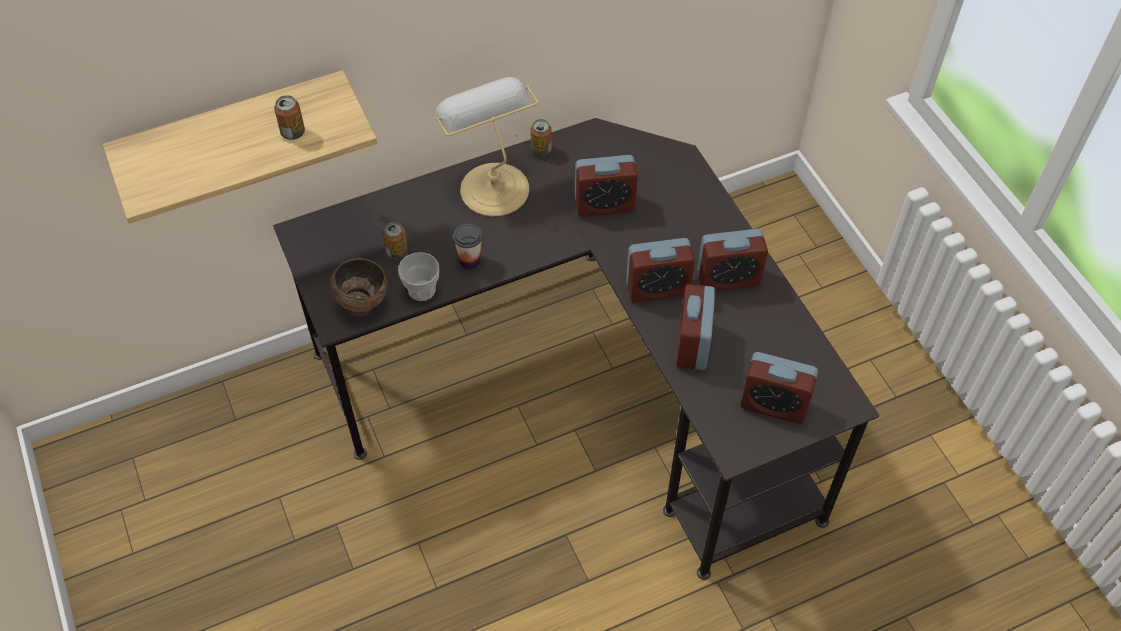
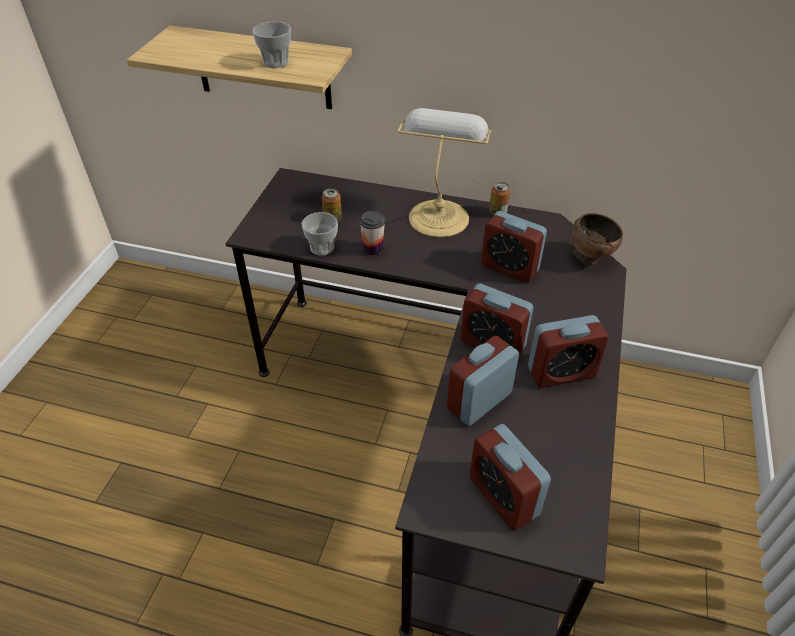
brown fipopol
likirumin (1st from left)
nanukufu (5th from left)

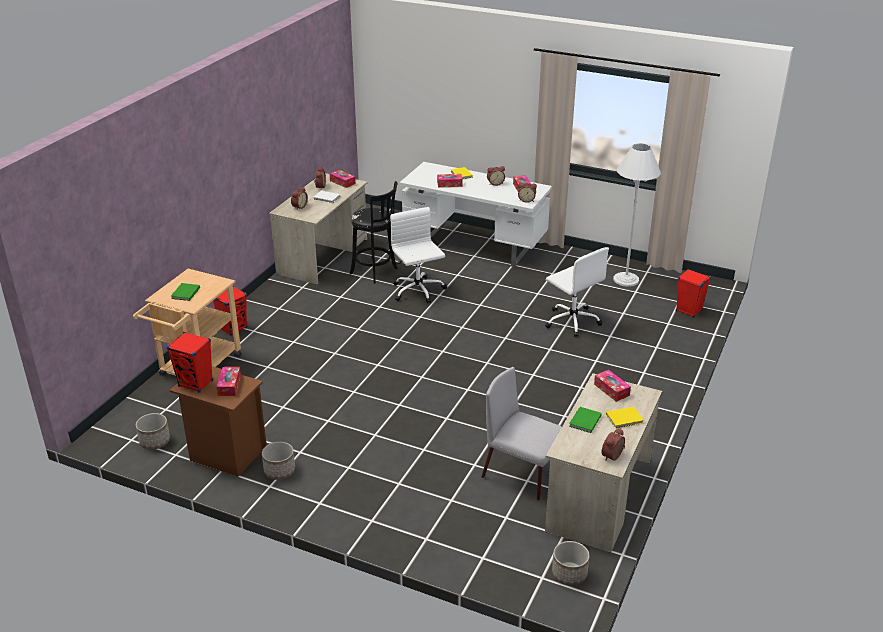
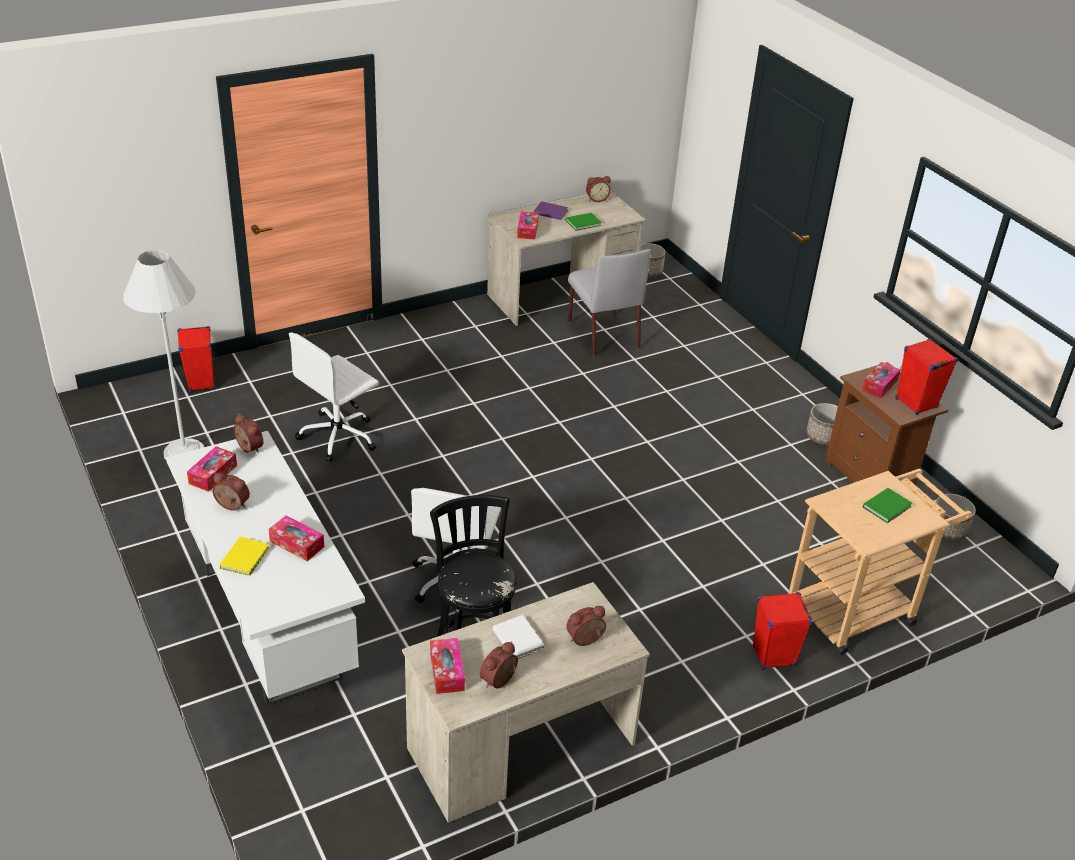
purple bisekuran
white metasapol (1st from left)

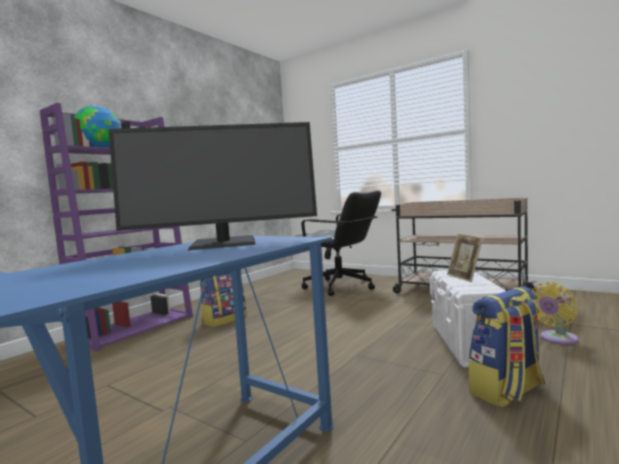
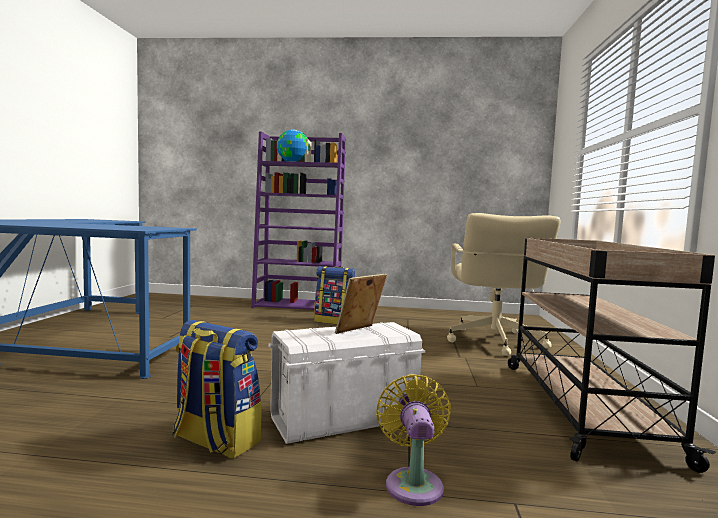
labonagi
beige metasapol
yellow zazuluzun

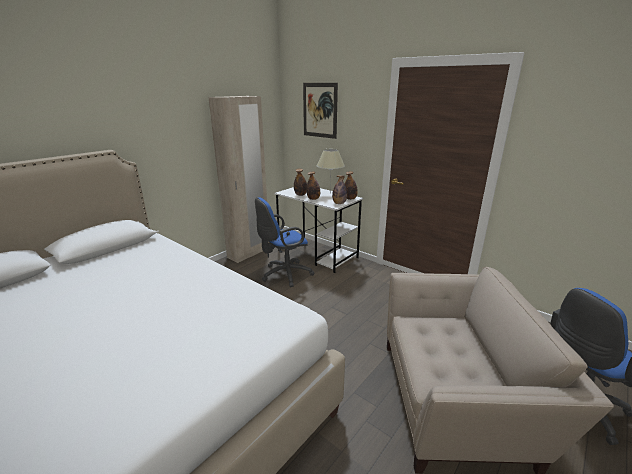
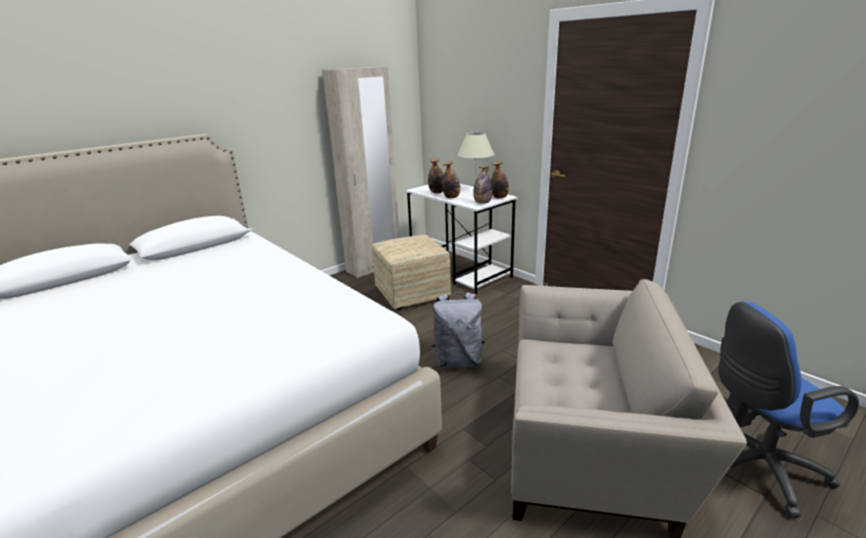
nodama
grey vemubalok
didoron

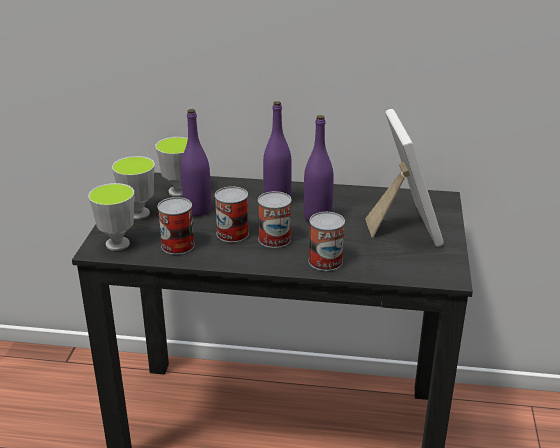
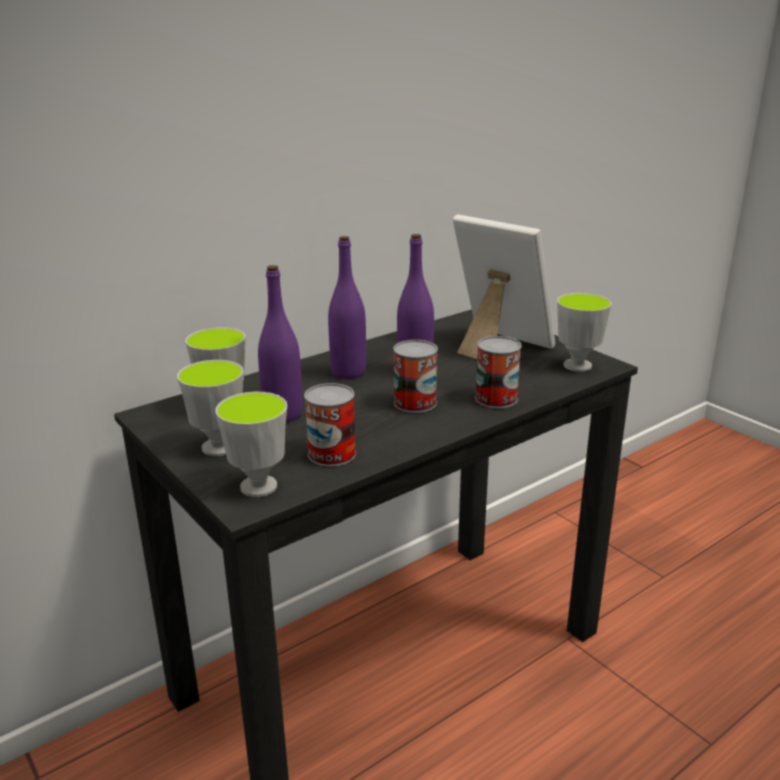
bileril (2nd from left in the first image)
likirumin (4th from left)

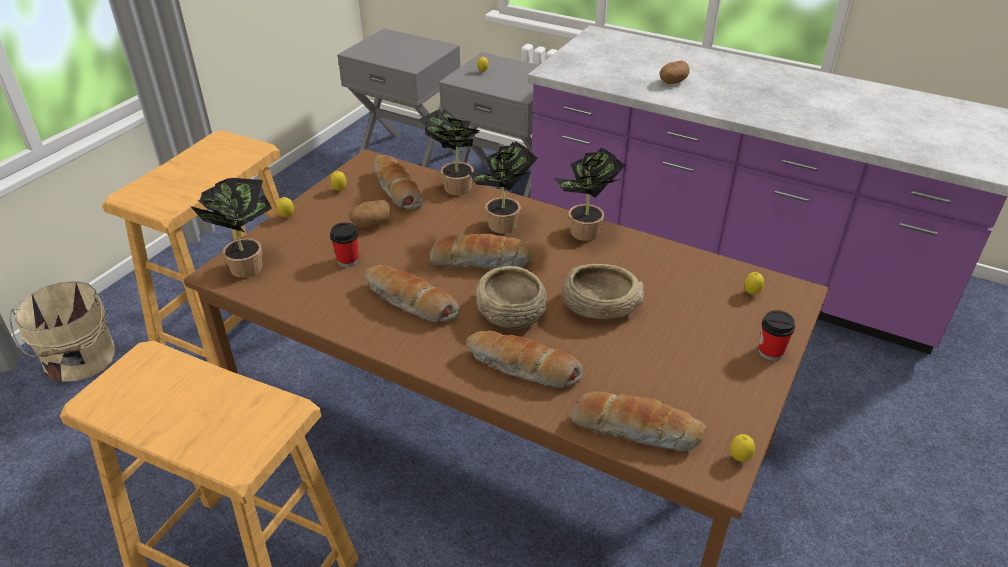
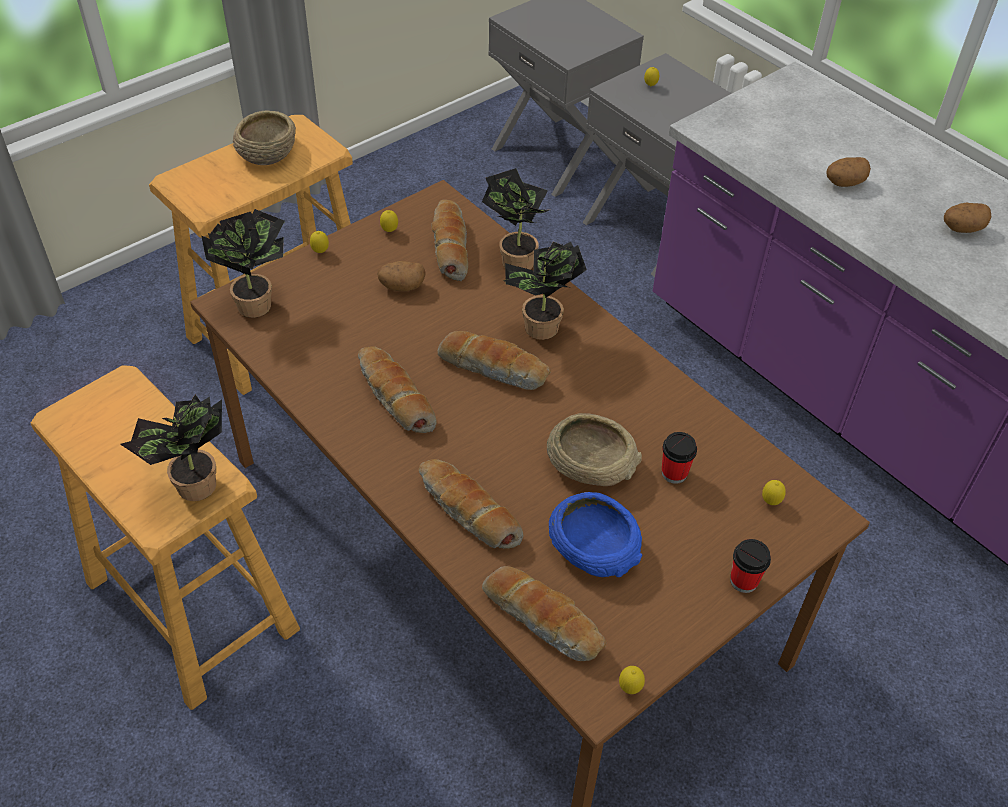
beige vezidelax
blue fipopol
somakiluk (3rd from left)
likirumin (1st from left)
beige fipopol (1st from left)
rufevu (1st from left)

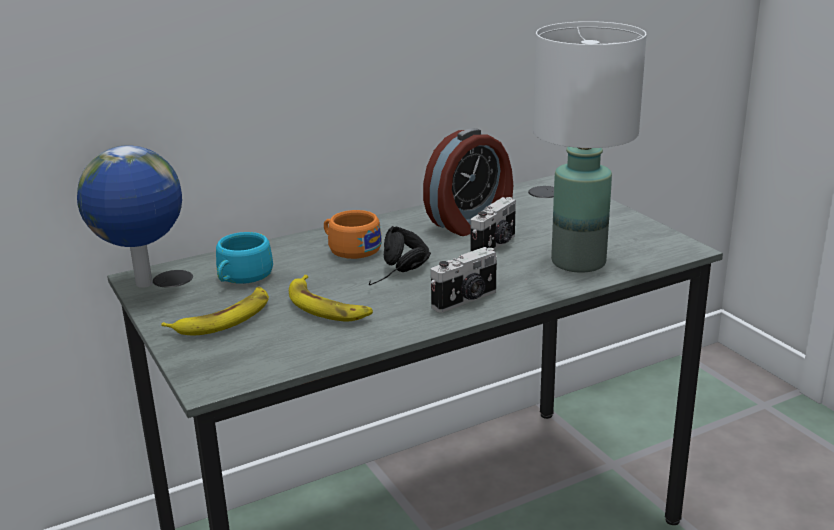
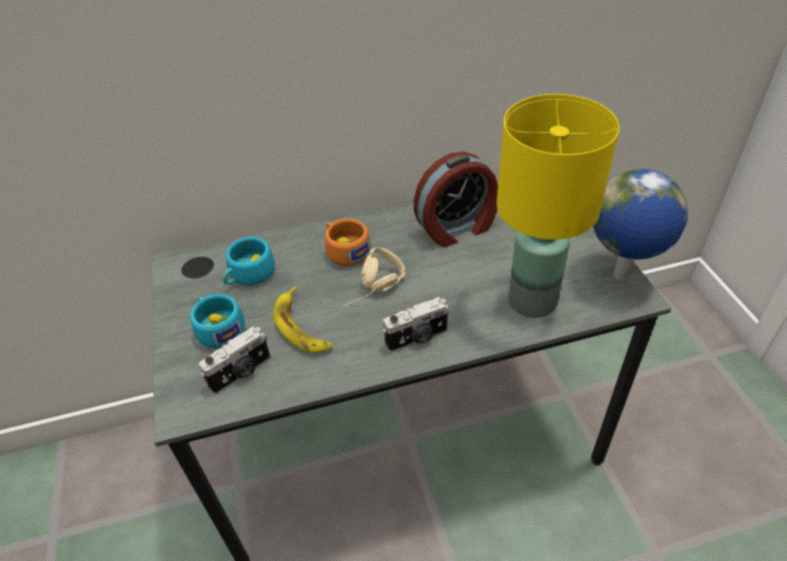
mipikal
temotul (1st from left)
turquoise likirumin (1st from left)
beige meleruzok
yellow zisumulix

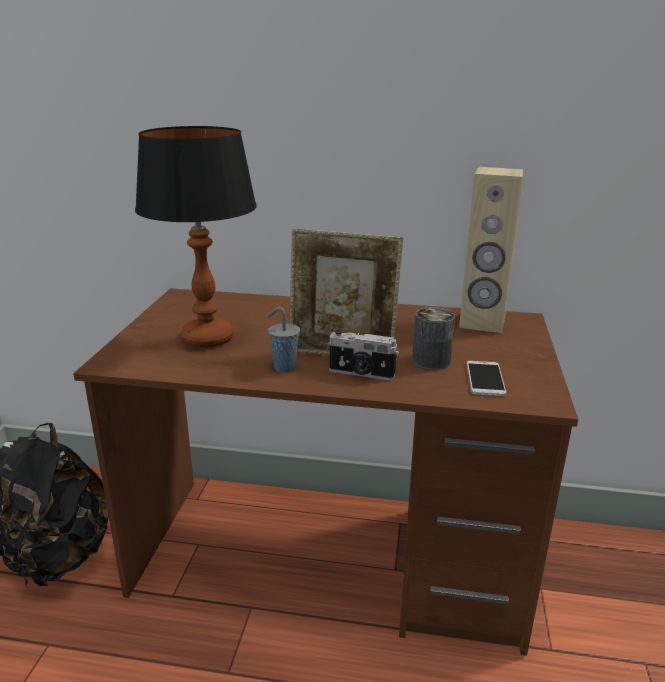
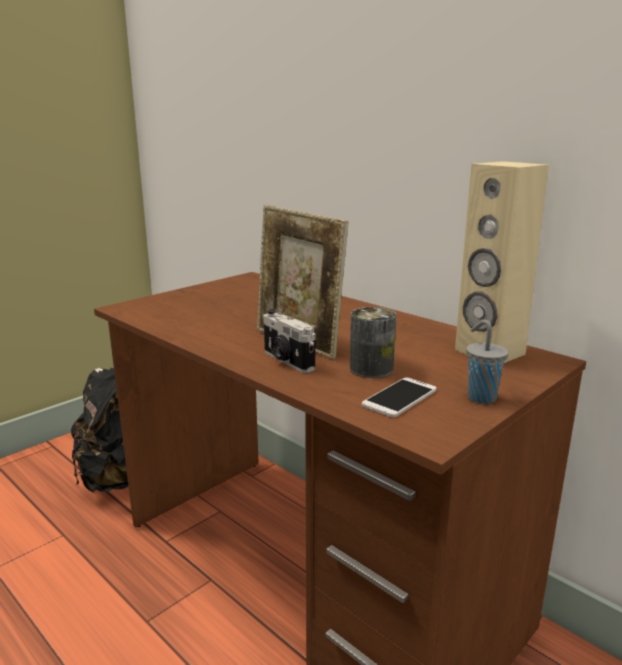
zisumulix
grey likirumin

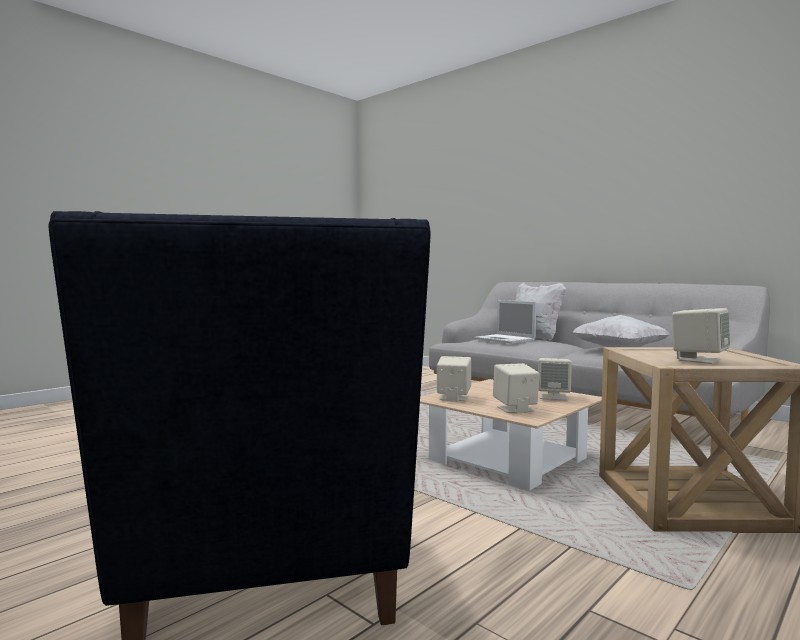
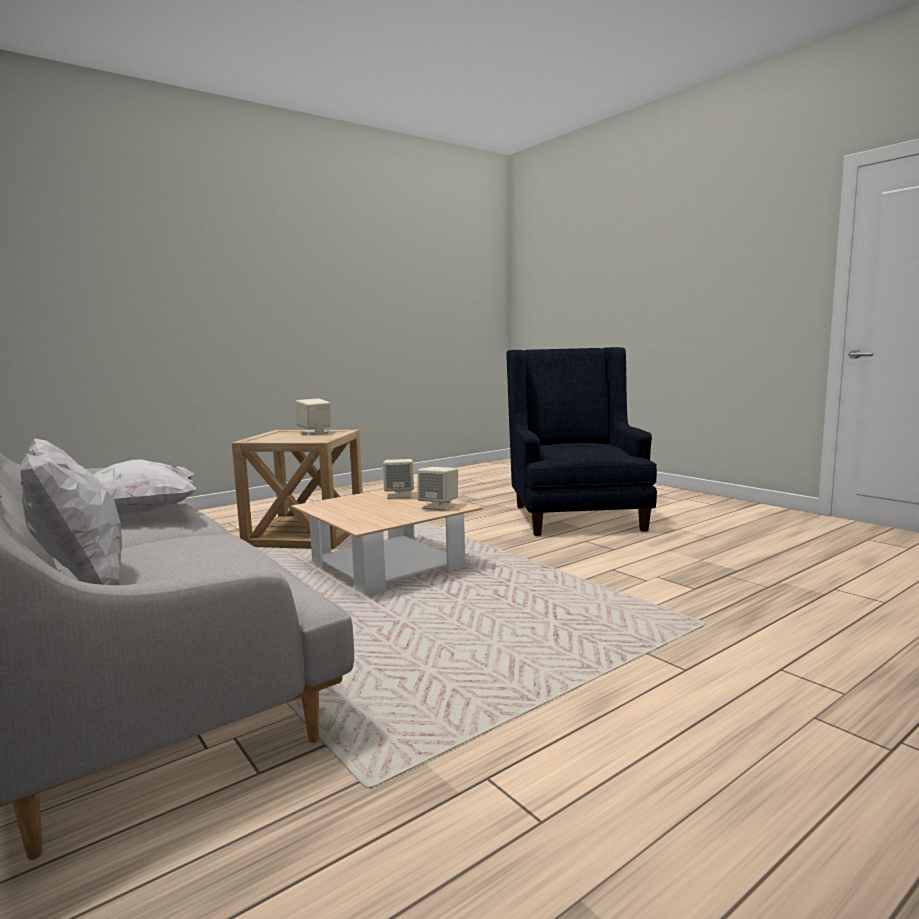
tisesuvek
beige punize (3rd from left in the first image)

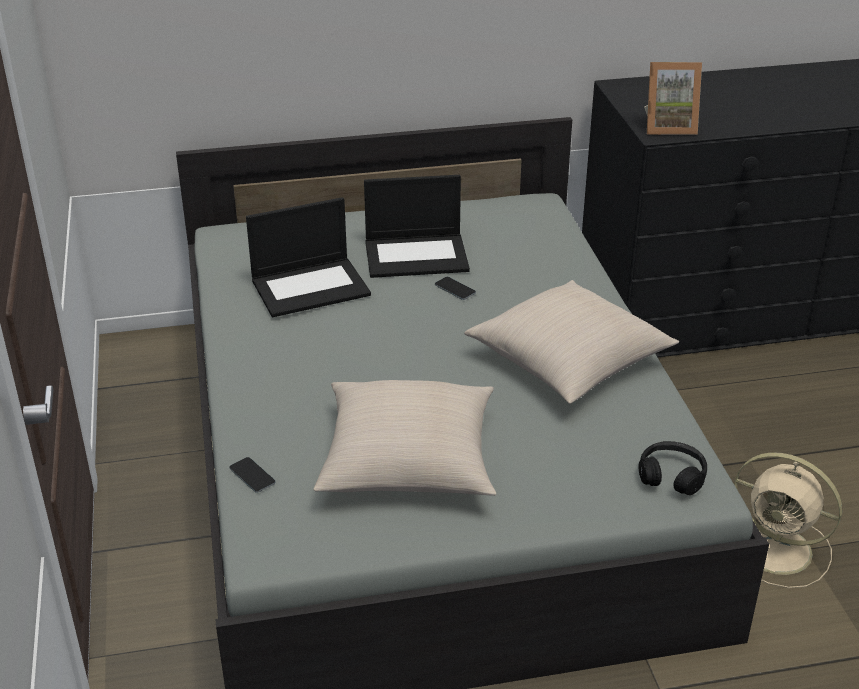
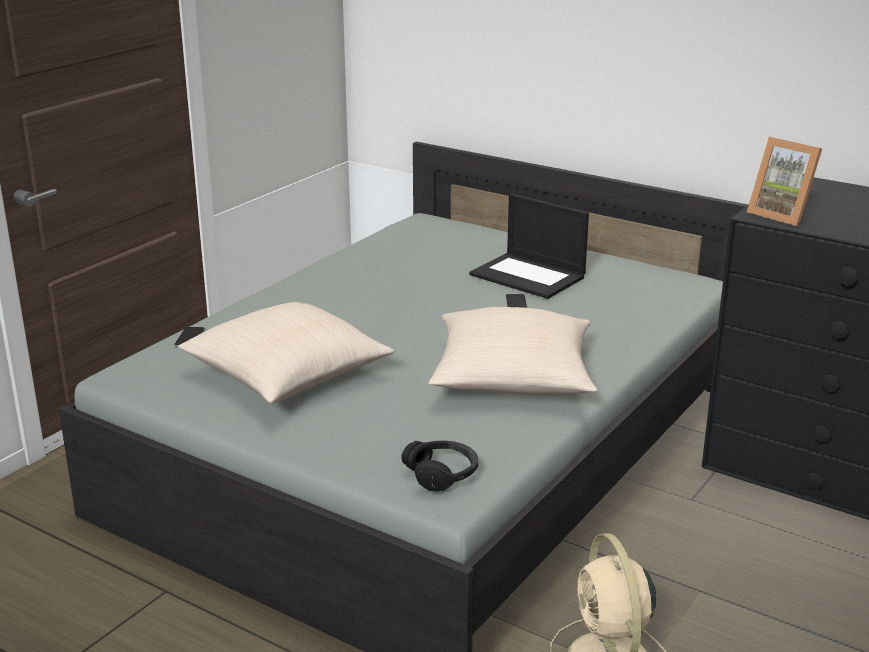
tisesuvek (1st from left in the first image)

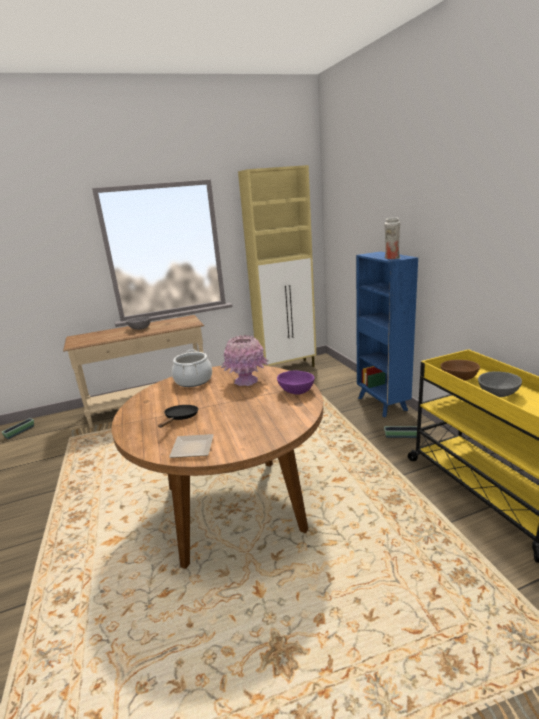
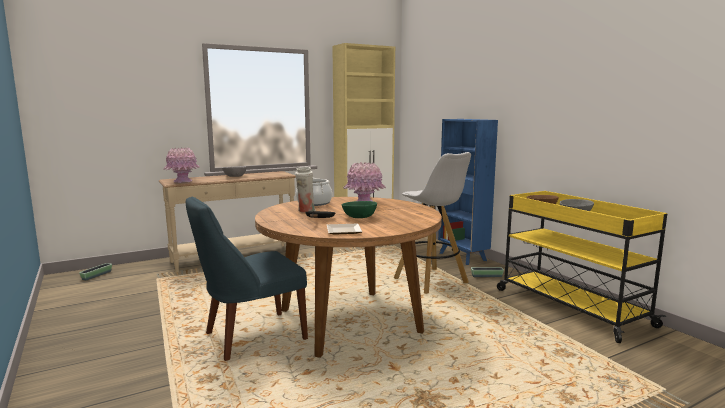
purple fipopol
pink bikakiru (1st from left)
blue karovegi
green fipopol
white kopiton
white bikakiru

